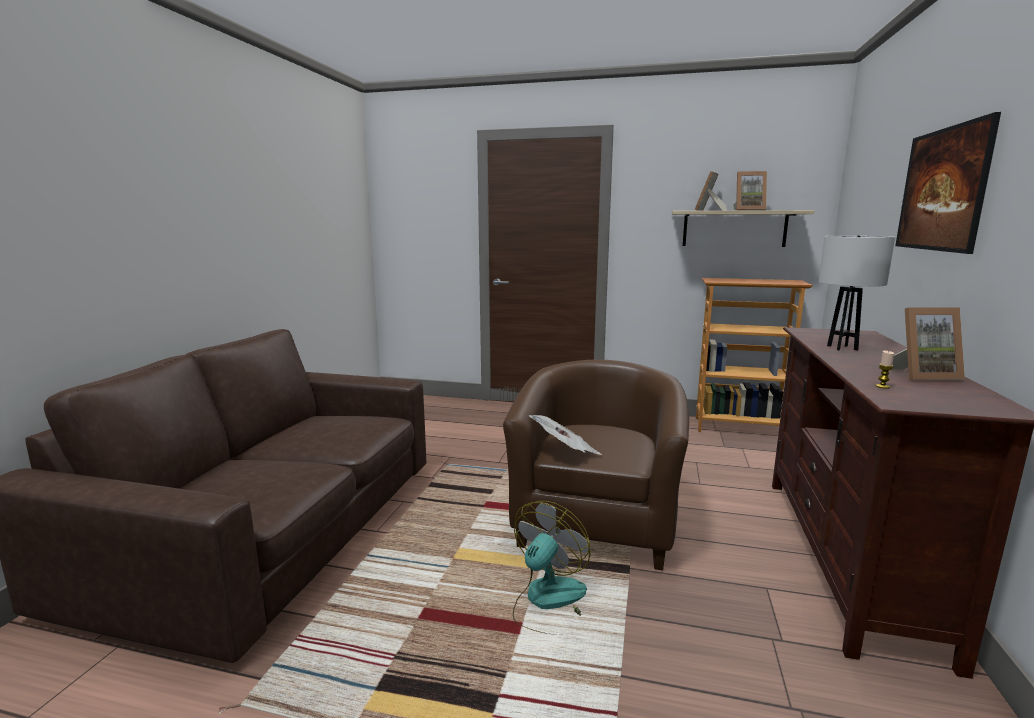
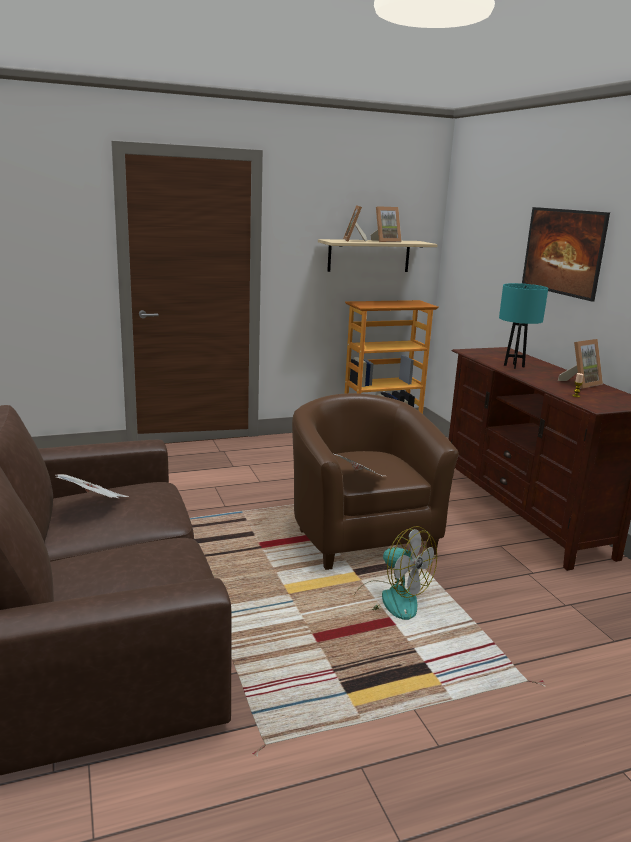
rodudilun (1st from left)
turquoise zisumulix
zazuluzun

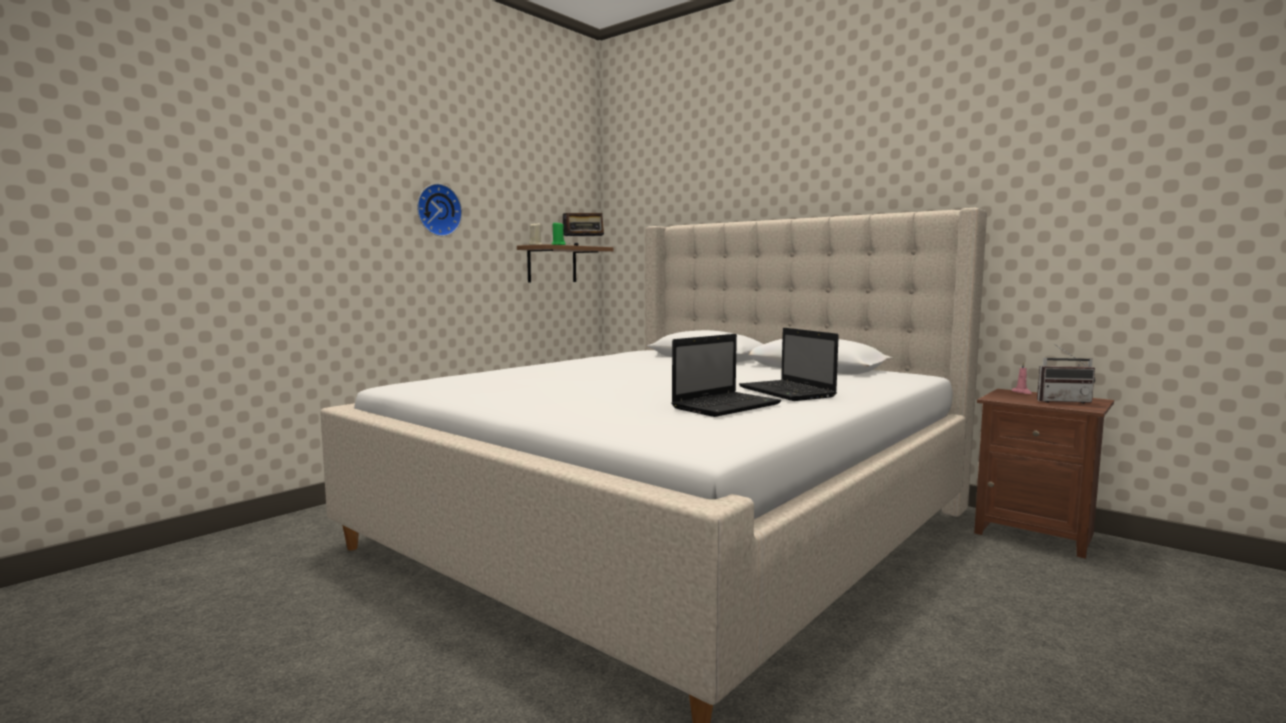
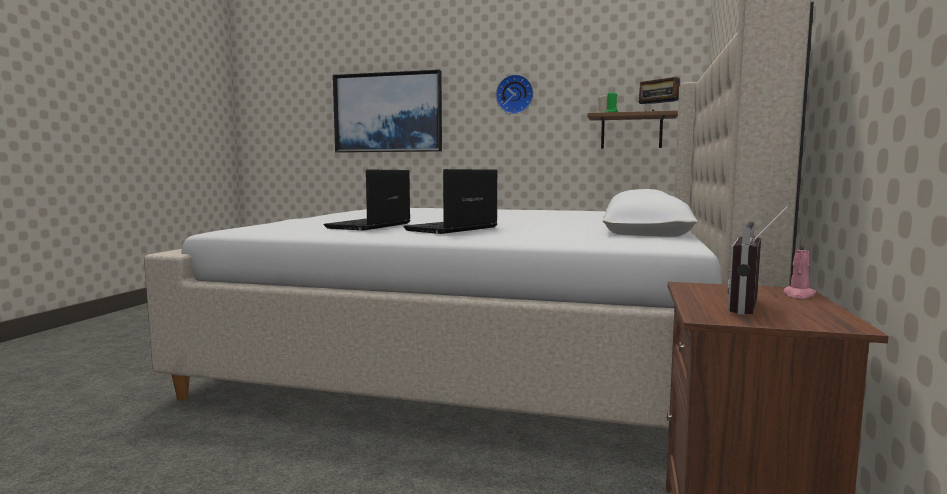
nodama
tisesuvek (1st from left)
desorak (2nd from left)

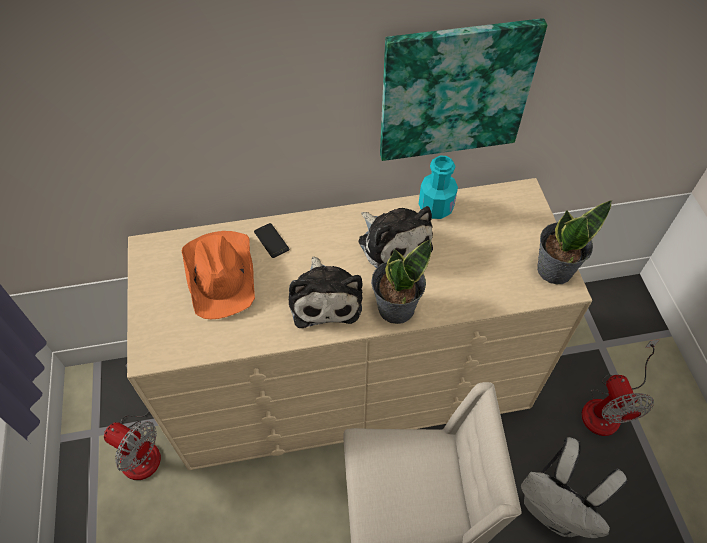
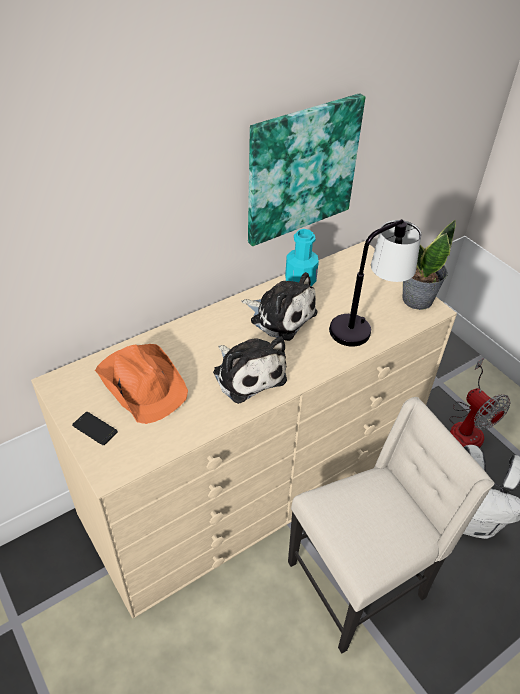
zazuluzun (1st from left in the first image)
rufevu (1st from left in the first image)
zisumulix
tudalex

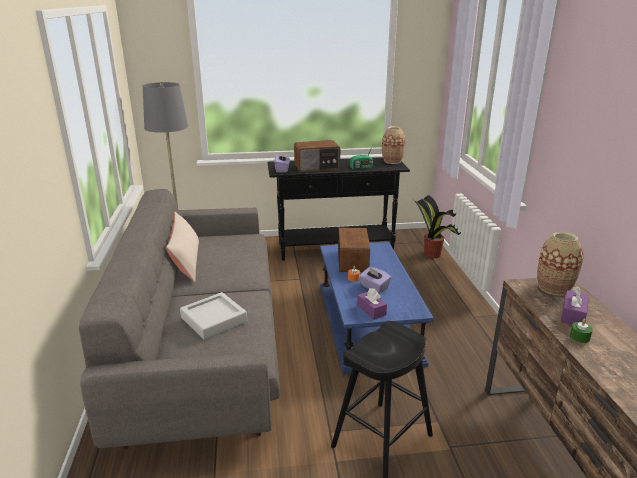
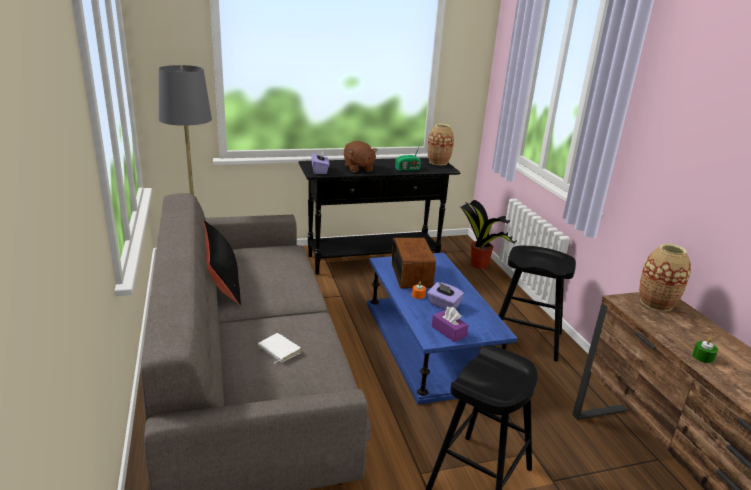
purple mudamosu (4th from left in the first image)
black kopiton (2nd from left)
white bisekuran
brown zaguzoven
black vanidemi

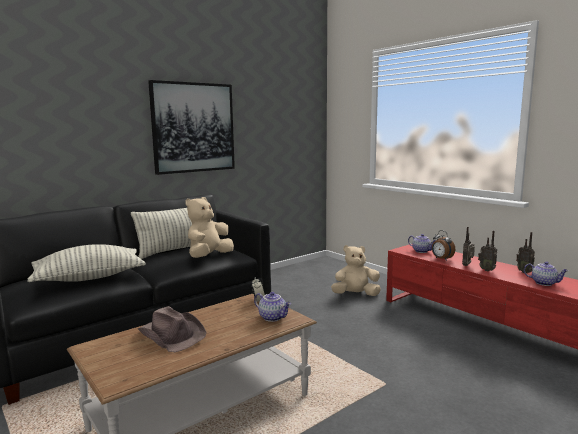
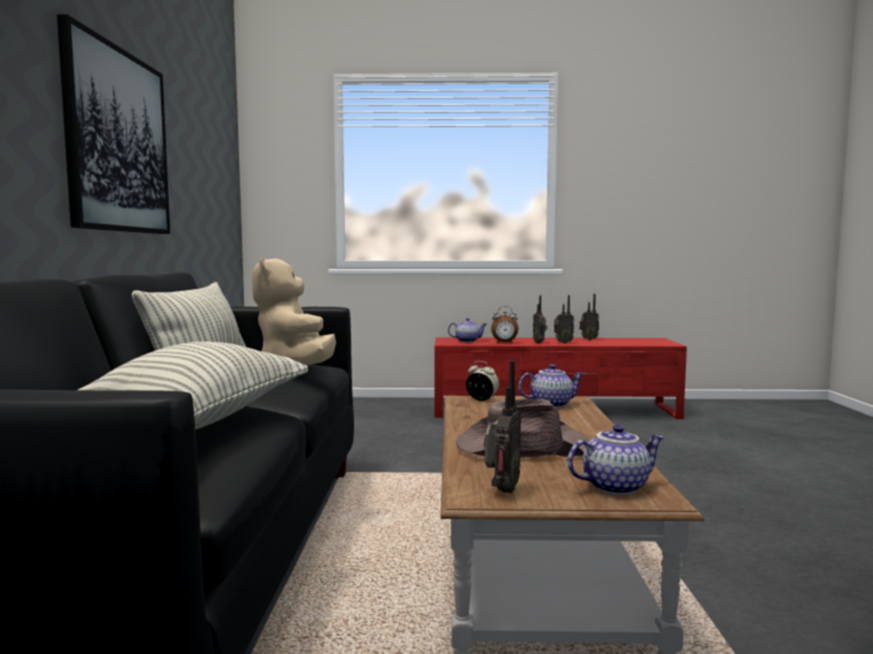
beige zaguzoven (2nd from left in the first image)
desorak (1st from left)
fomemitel (3rd from left)

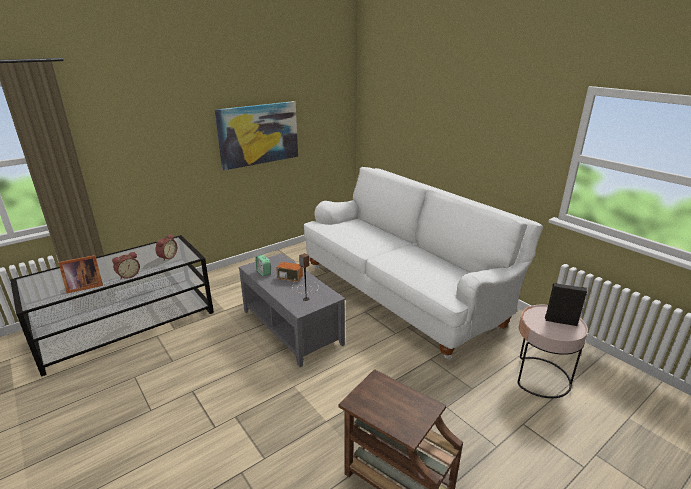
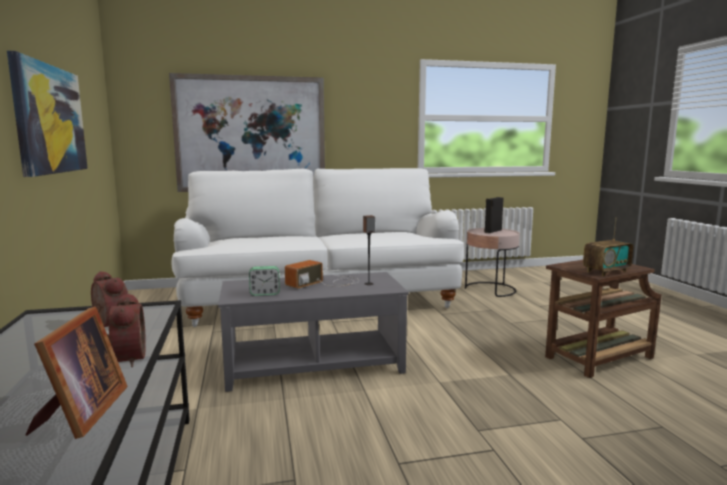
nodama (2nd from left)
desorak (2nd from left)

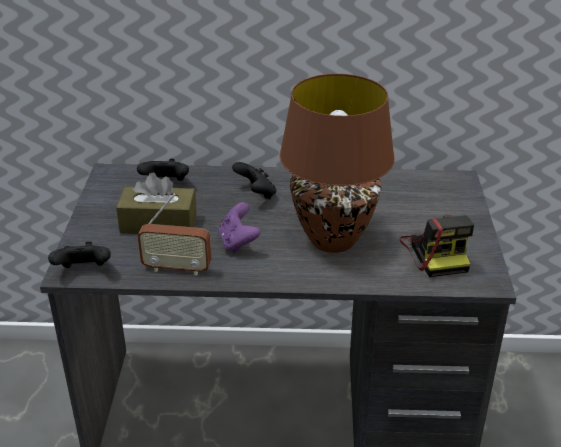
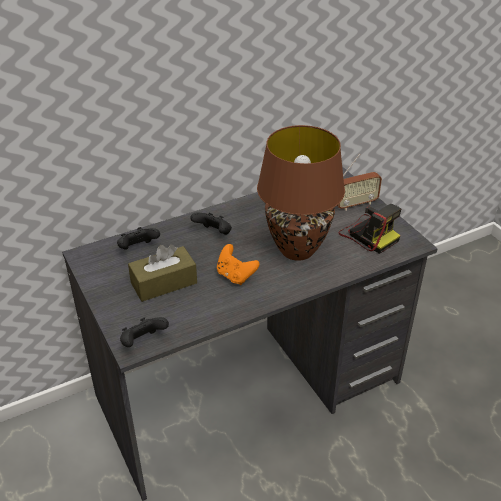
desorak
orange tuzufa

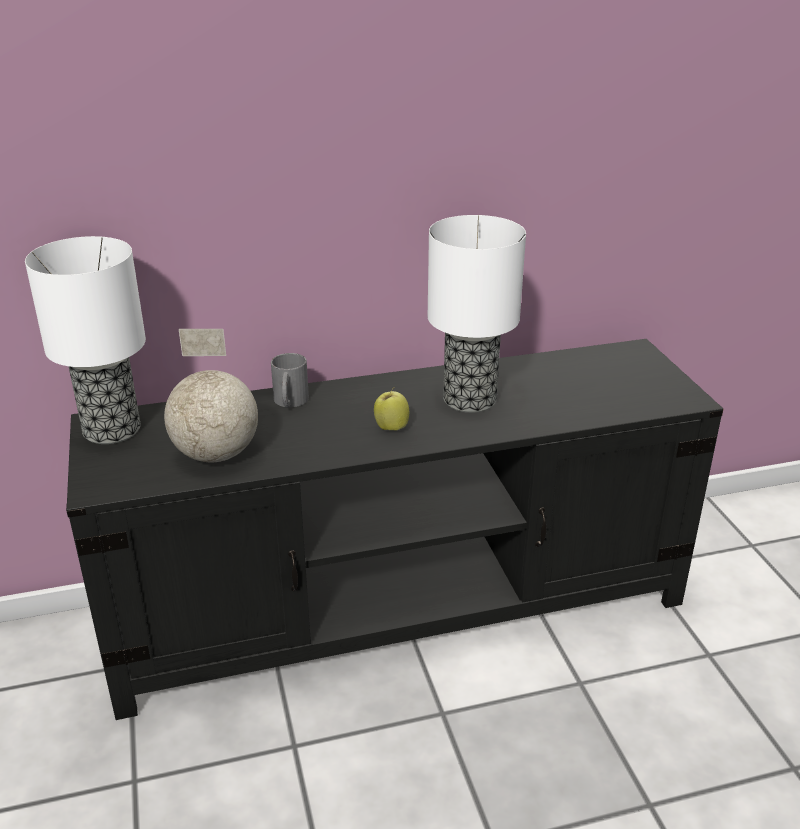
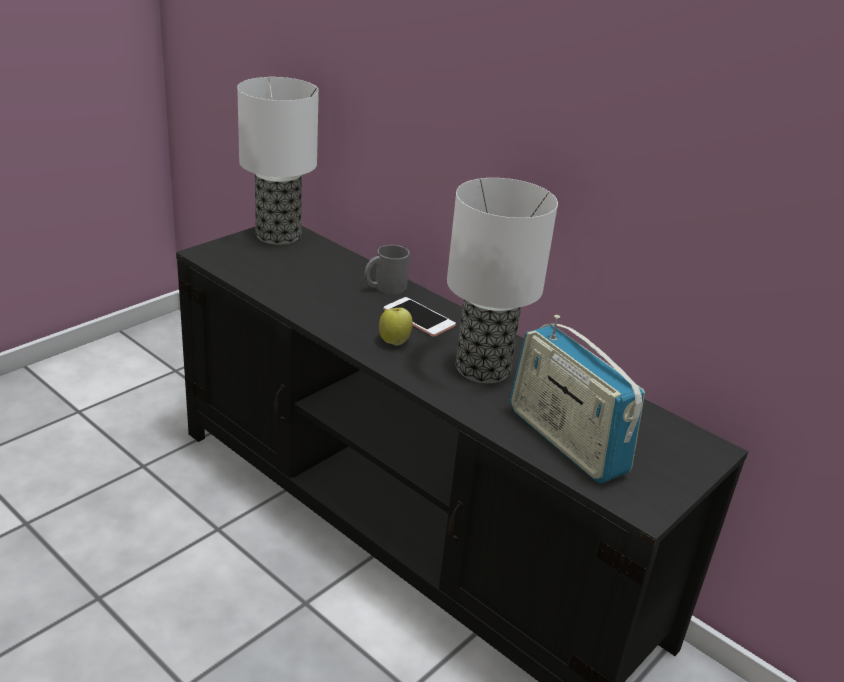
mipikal
tudalex
desorak

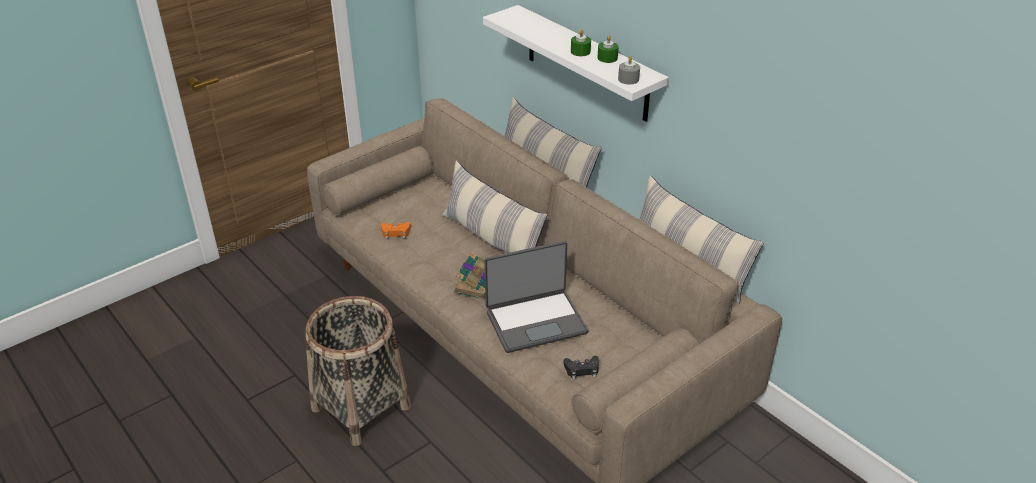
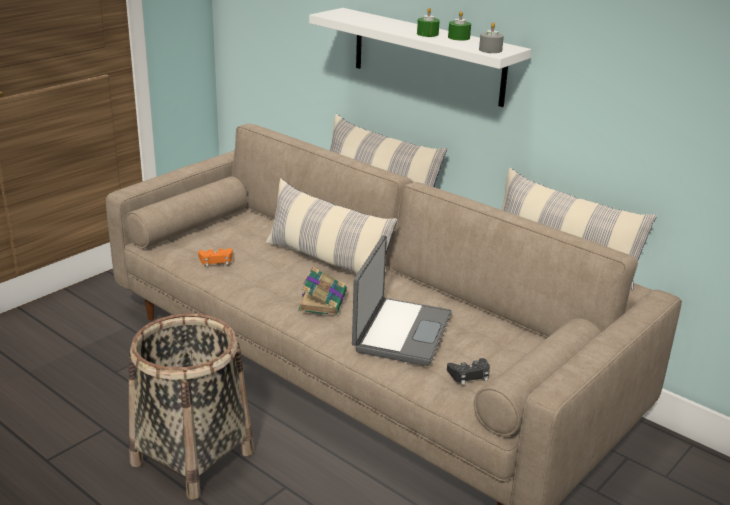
tisesuvek

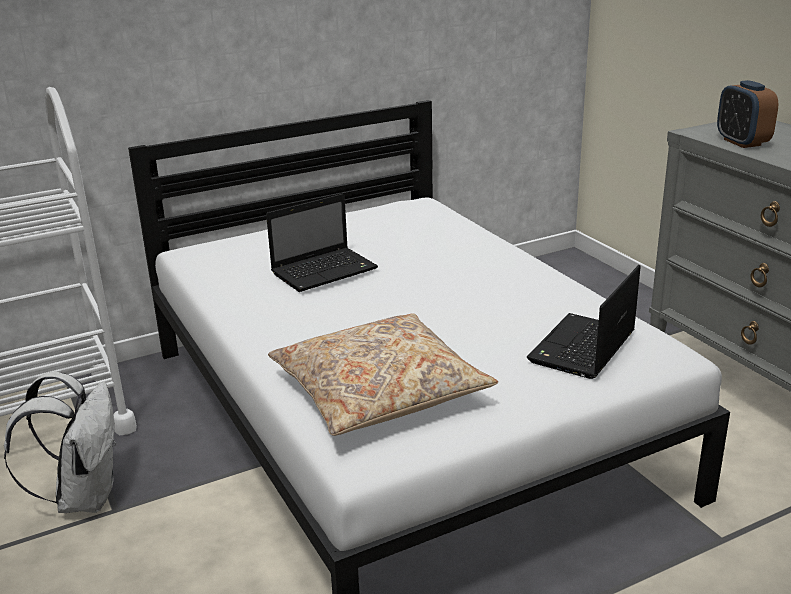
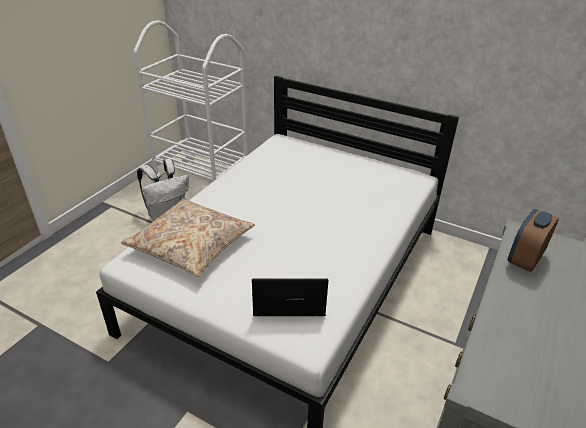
tisesuvek (1st from left in the first image)

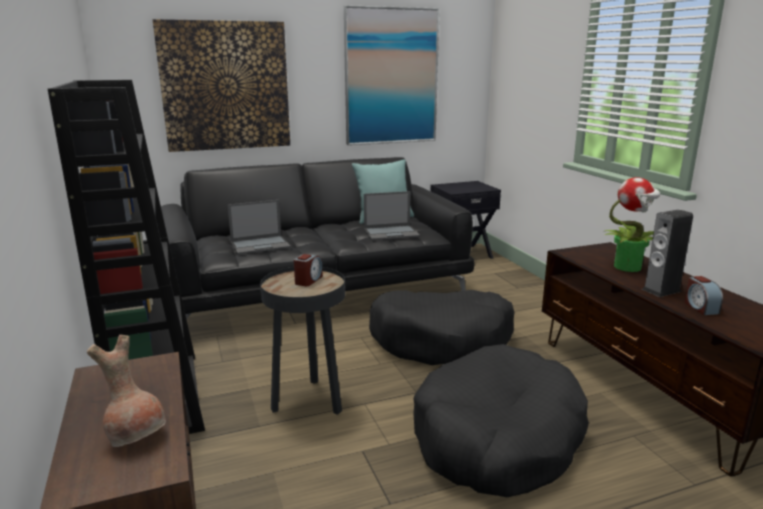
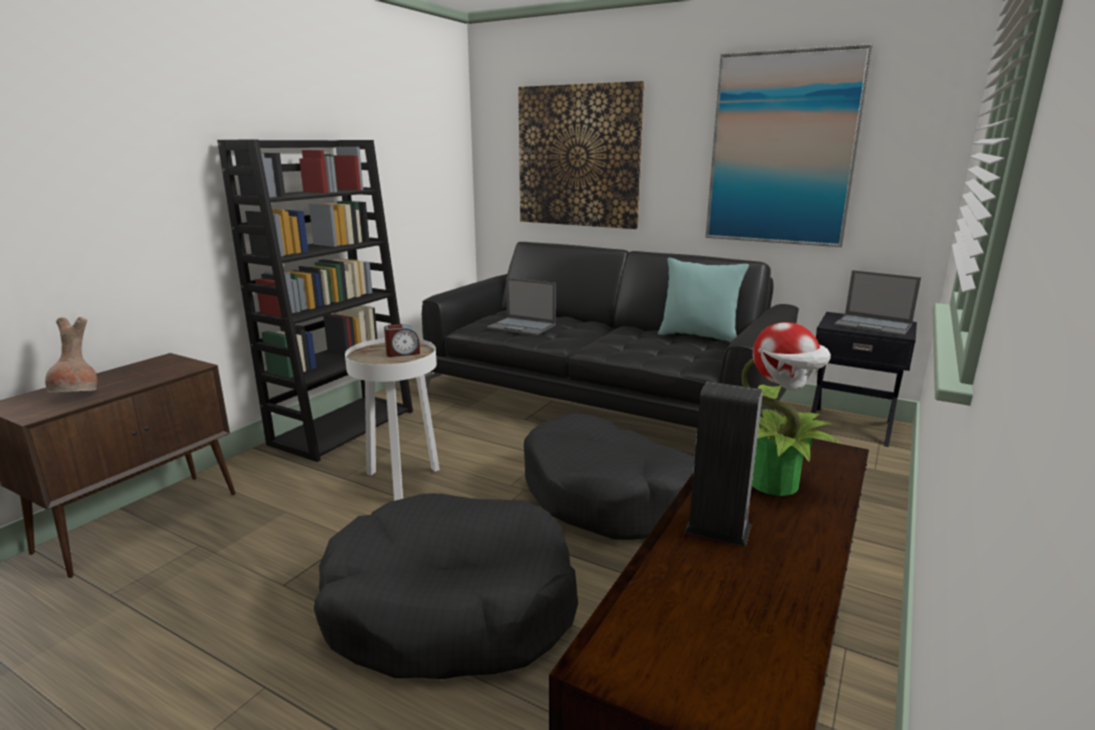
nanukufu (2nd from left in the first image)
tisesuvek (2nd from left)
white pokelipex

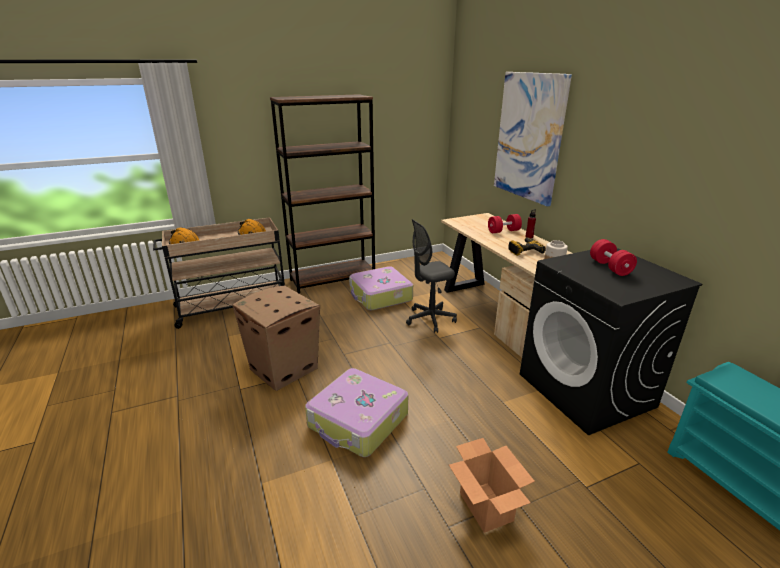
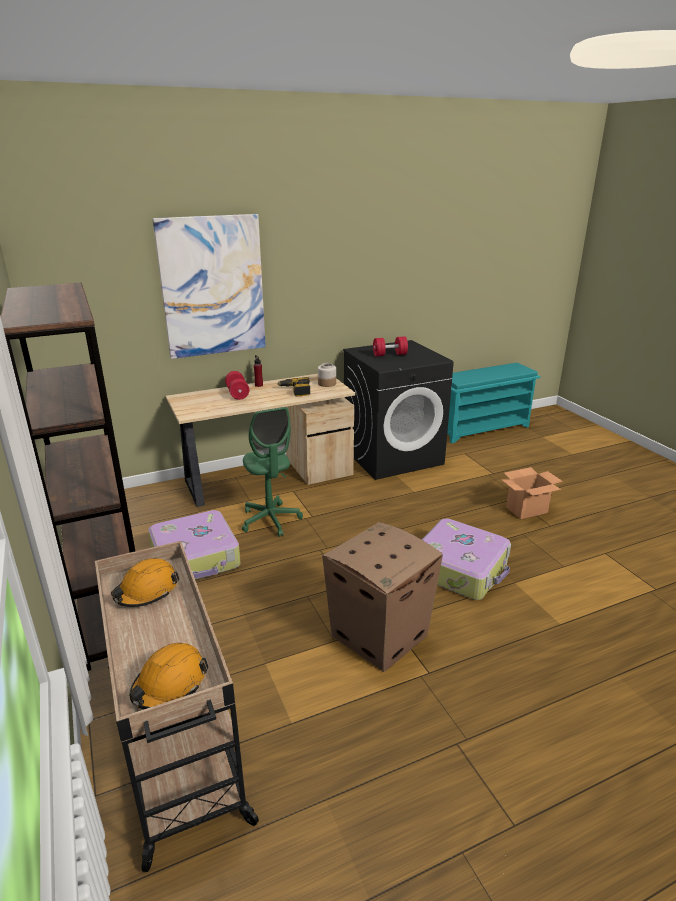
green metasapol

